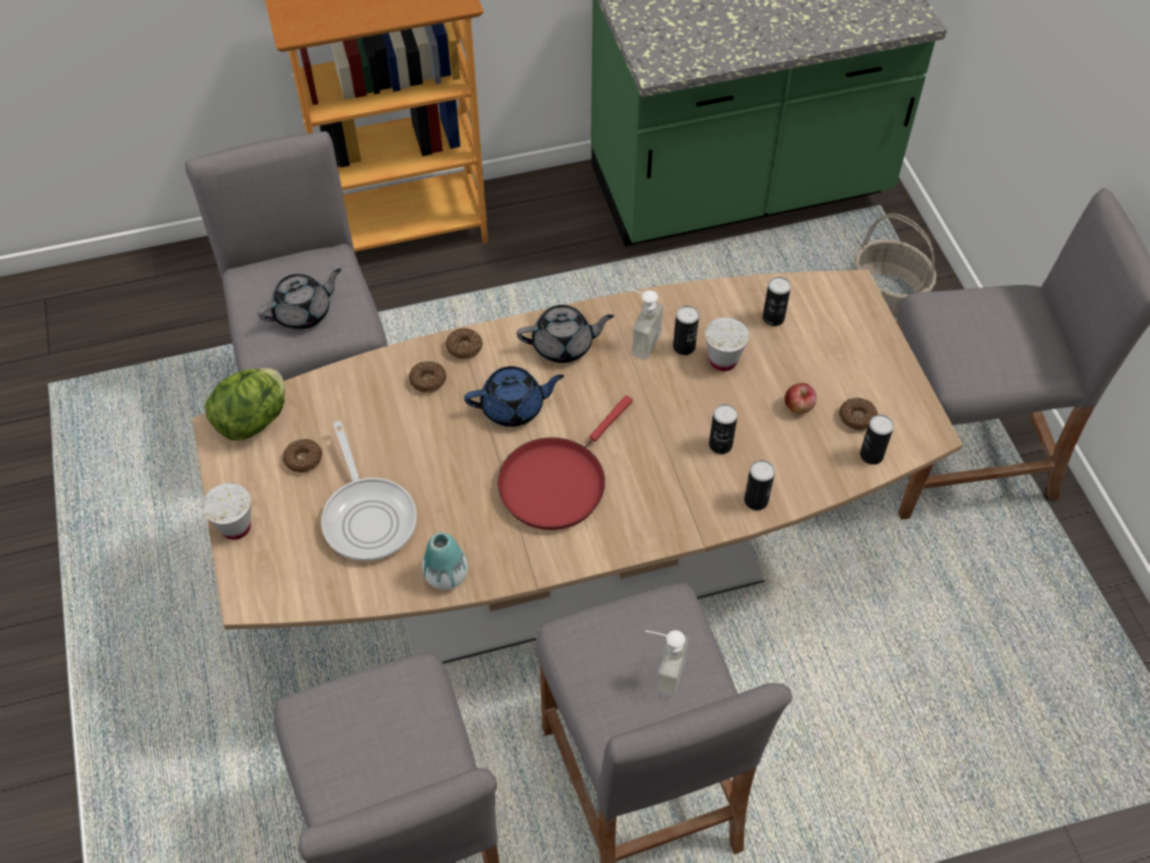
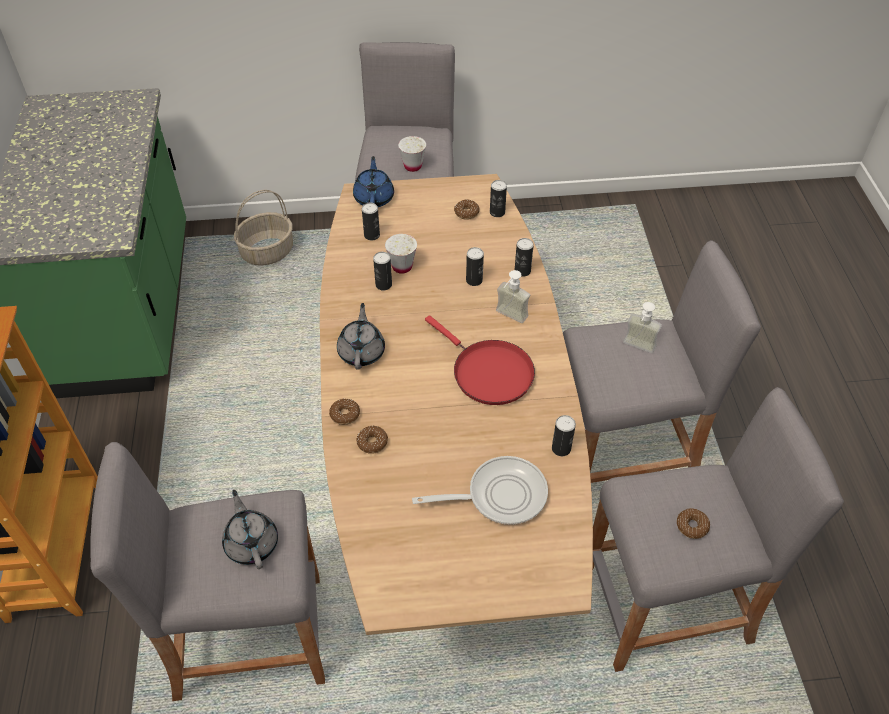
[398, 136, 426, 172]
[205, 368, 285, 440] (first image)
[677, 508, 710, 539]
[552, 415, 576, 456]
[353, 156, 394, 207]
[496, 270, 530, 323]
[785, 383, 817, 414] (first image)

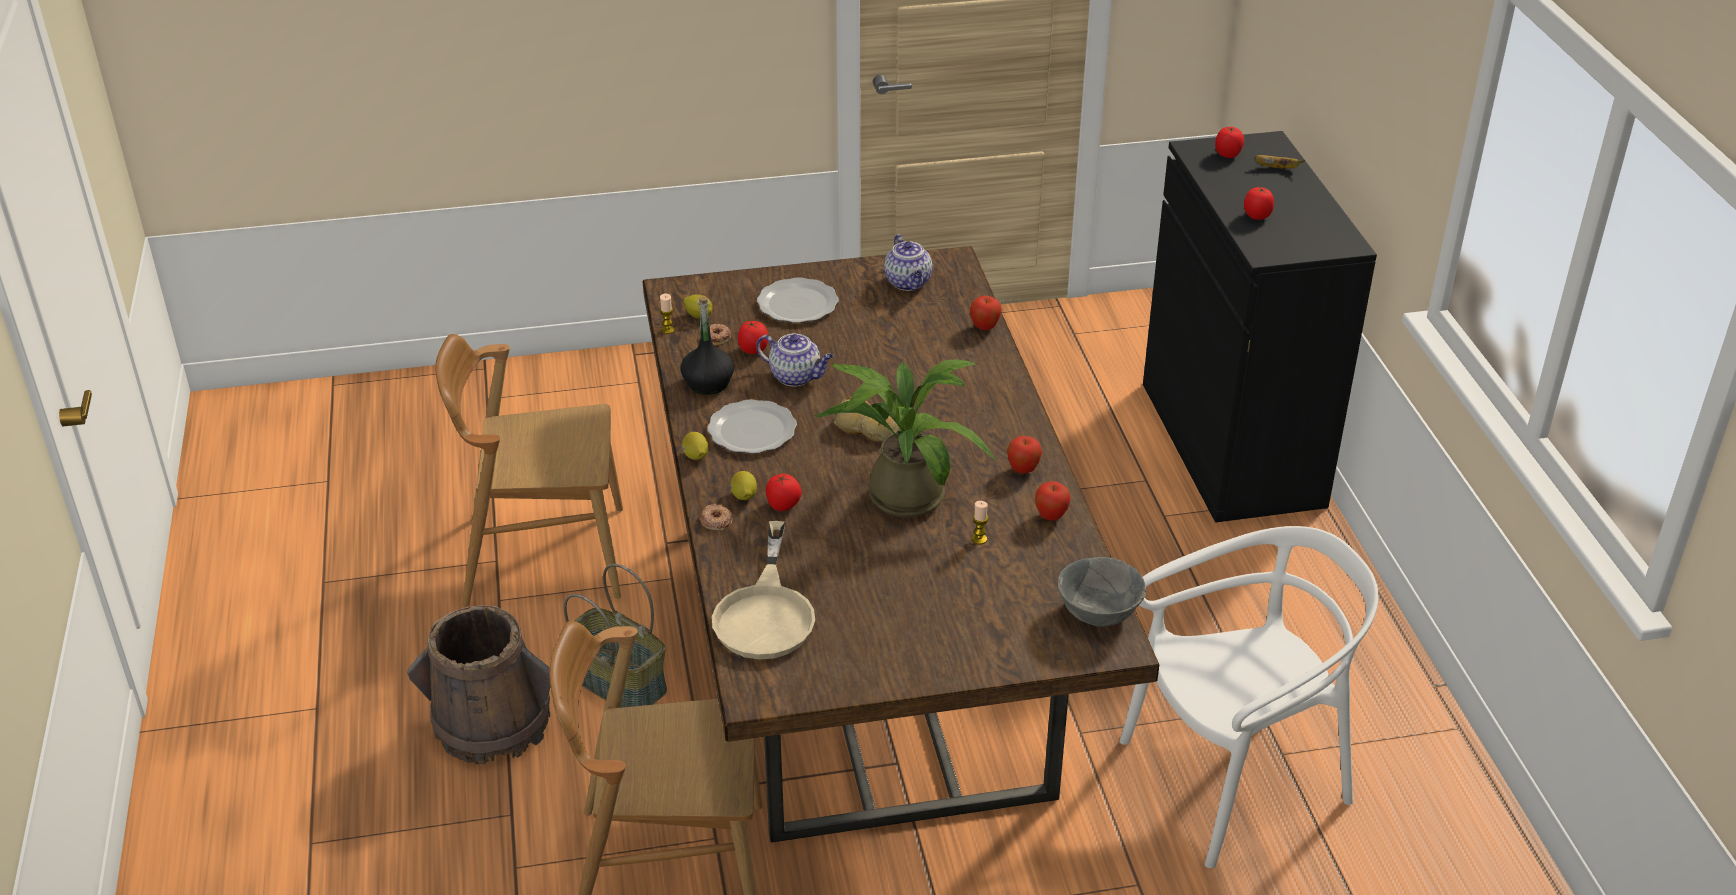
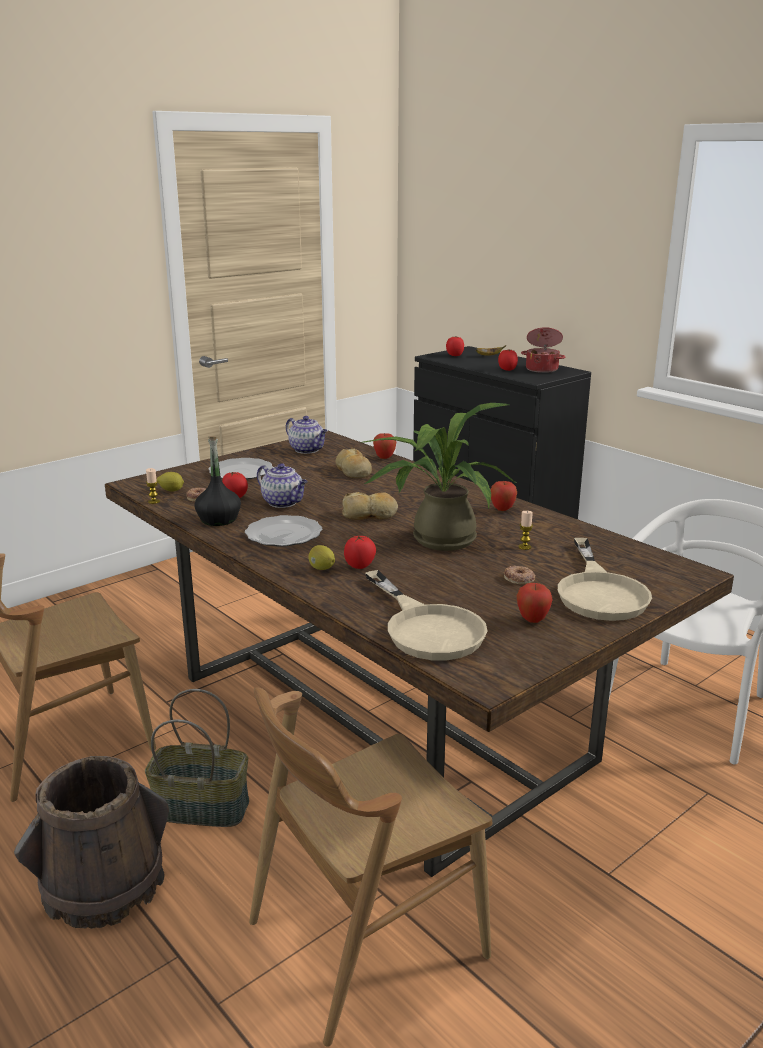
[682, 432, 709, 460] (first image)
[504, 565, 536, 584]
[257, 463, 308, 508]
[516, 583, 553, 623]
[1058, 557, 1146, 627] (first image)
[335, 448, 372, 478]
[521, 327, 565, 373]
[558, 538, 652, 621]

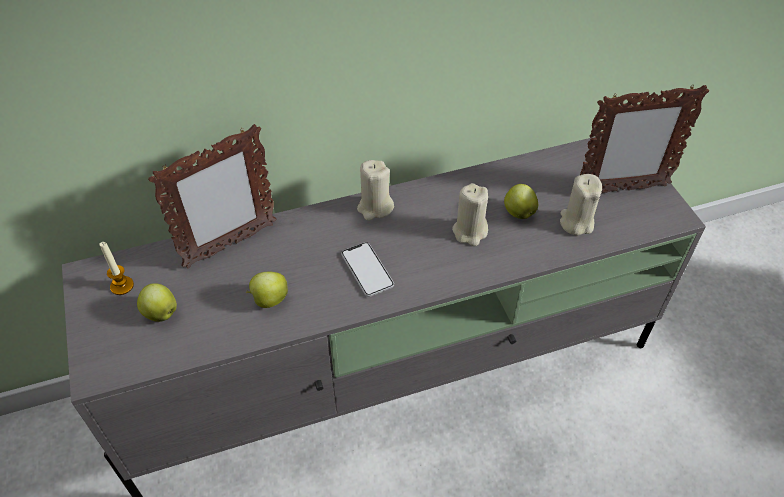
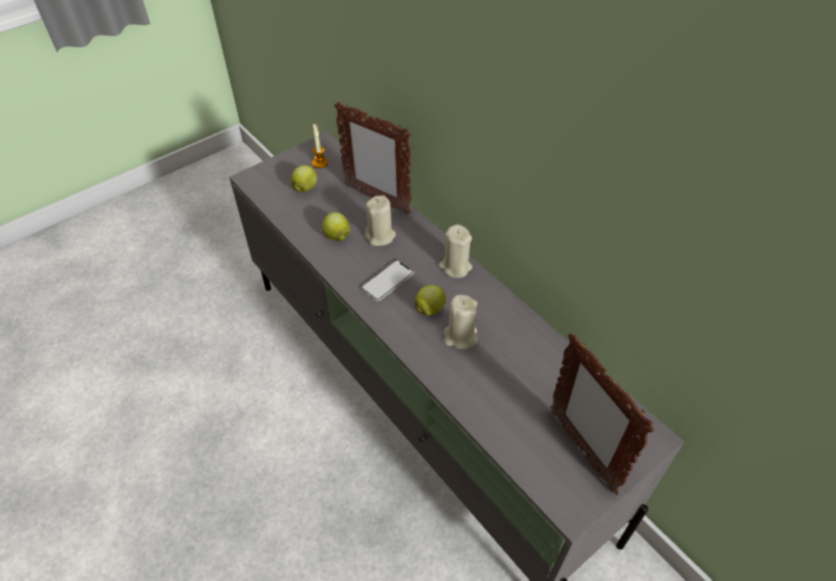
[414, 285, 446, 316]
[365, 195, 396, 246]

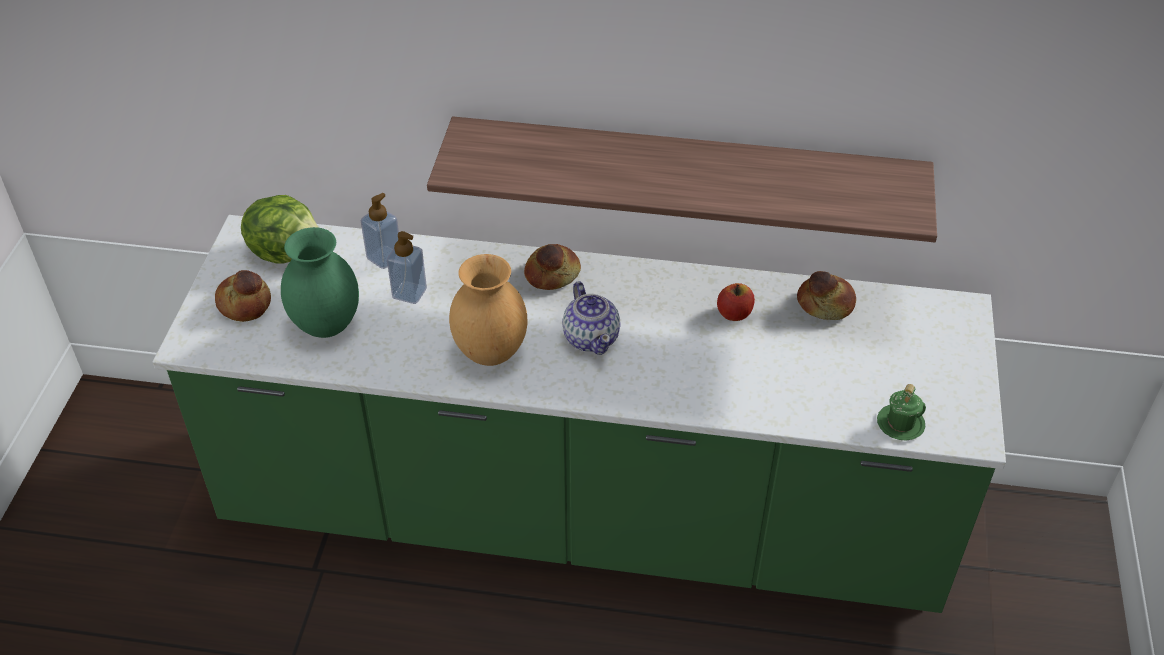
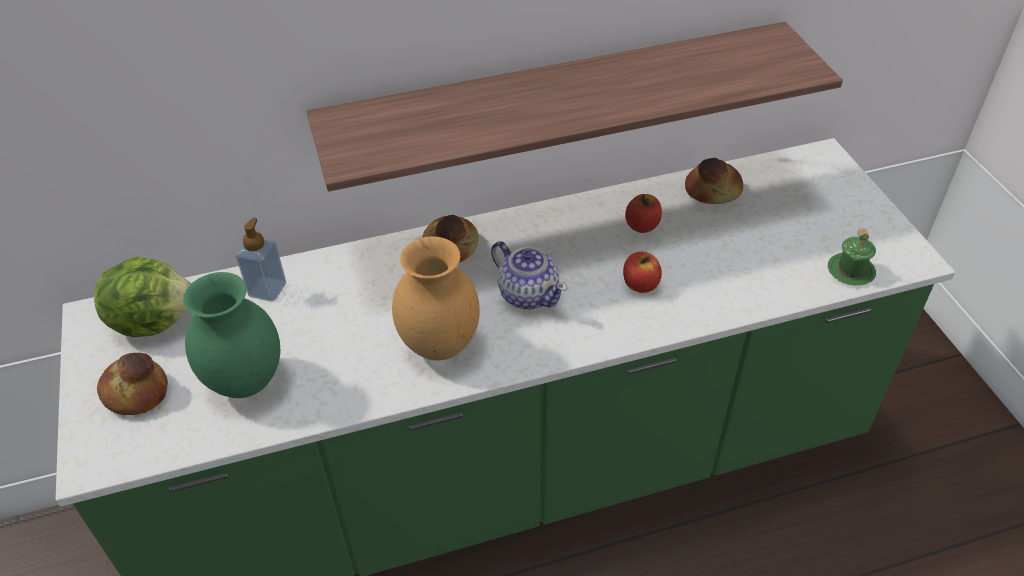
[387, 231, 427, 304] (first image)
[623, 251, 662, 293]

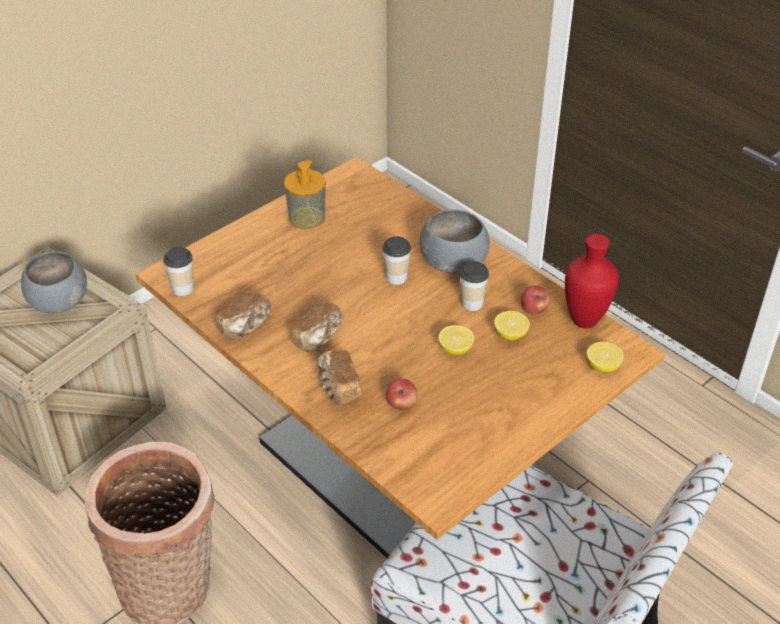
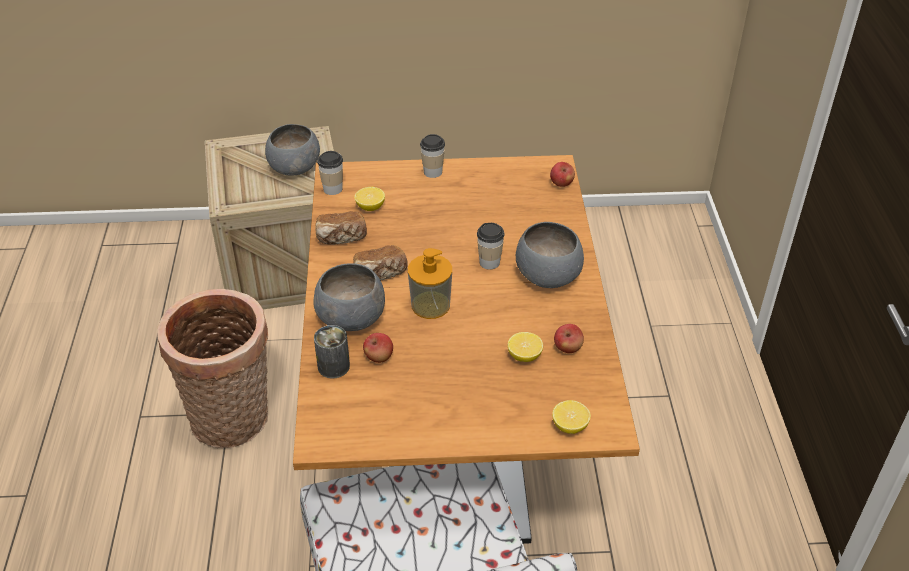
[408, 248, 452, 319]
[313, 263, 385, 331]
[354, 187, 385, 211]
[420, 134, 445, 178]
[565, 234, 619, 329] (first image)
[314, 325, 350, 379]
[550, 162, 575, 187]

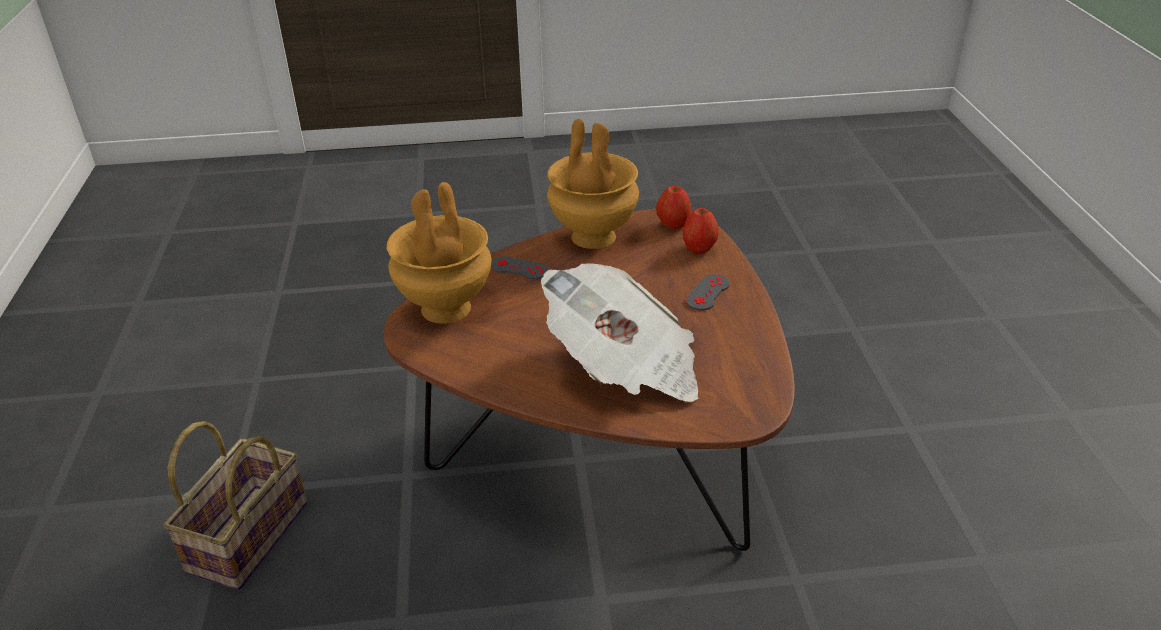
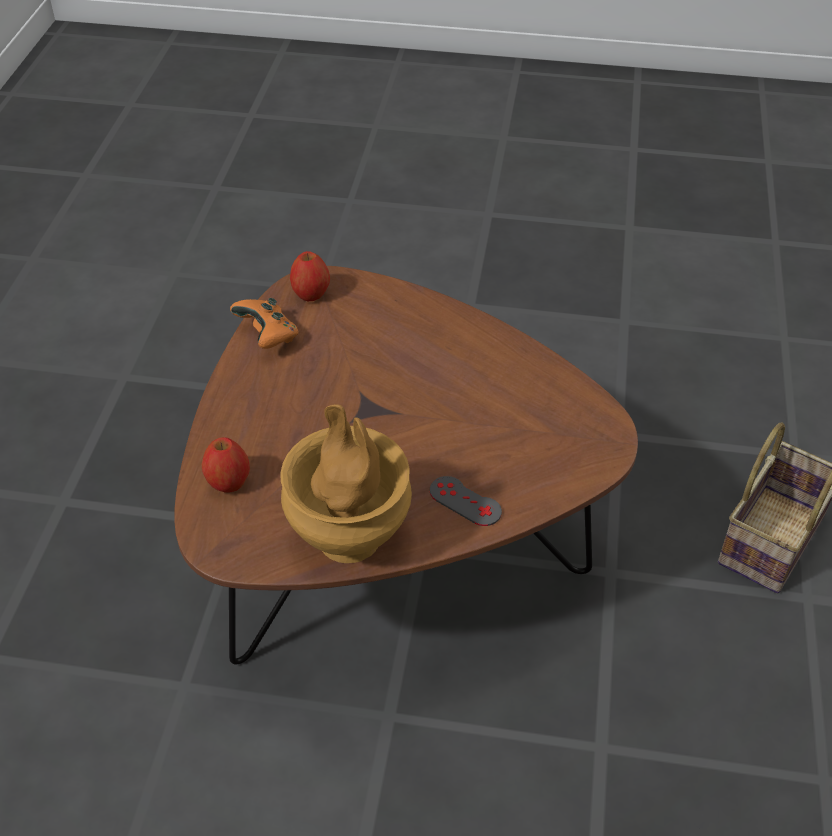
[387, 182, 492, 324] (first image)
[541, 263, 699, 402] (first image)
[290, 251, 330, 301]
[686, 274, 730, 311] (first image)
[230, 298, 299, 349]

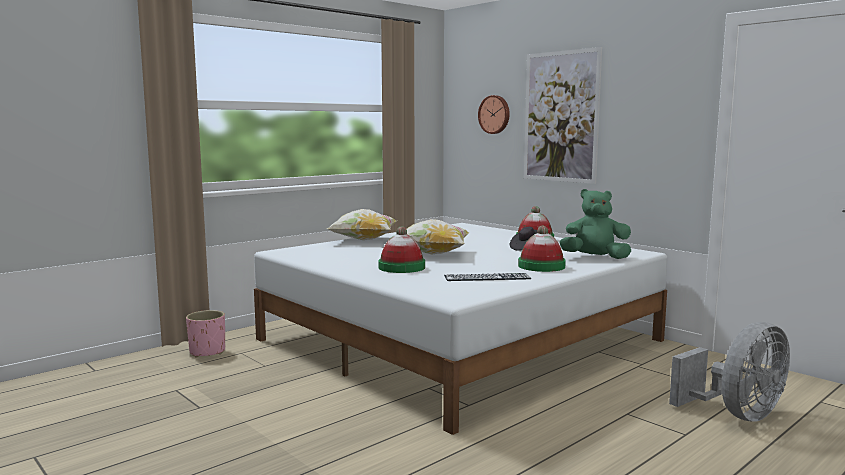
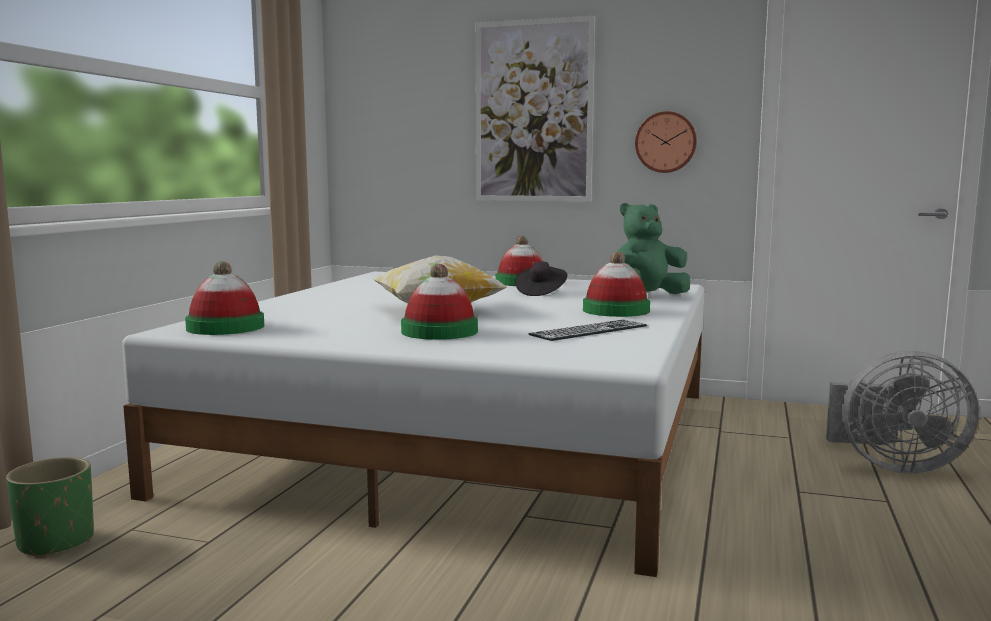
[6, 457, 94, 558]
[327, 209, 396, 240] (first image)
[635, 111, 697, 173]
[826, 350, 979, 474]
[185, 261, 264, 335]

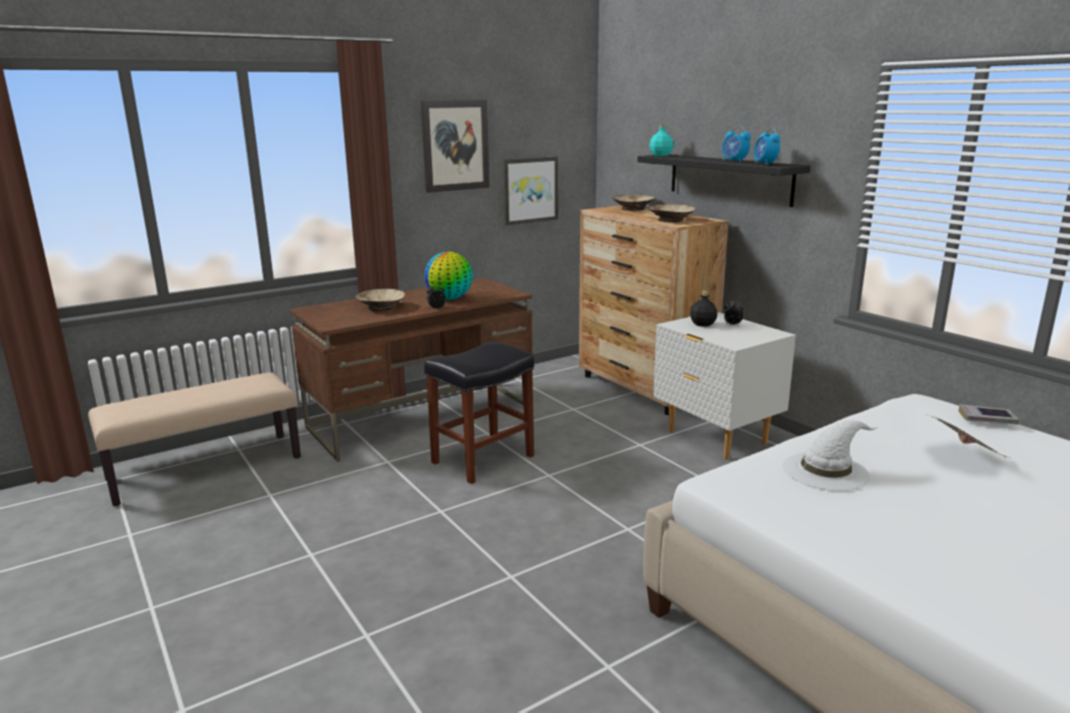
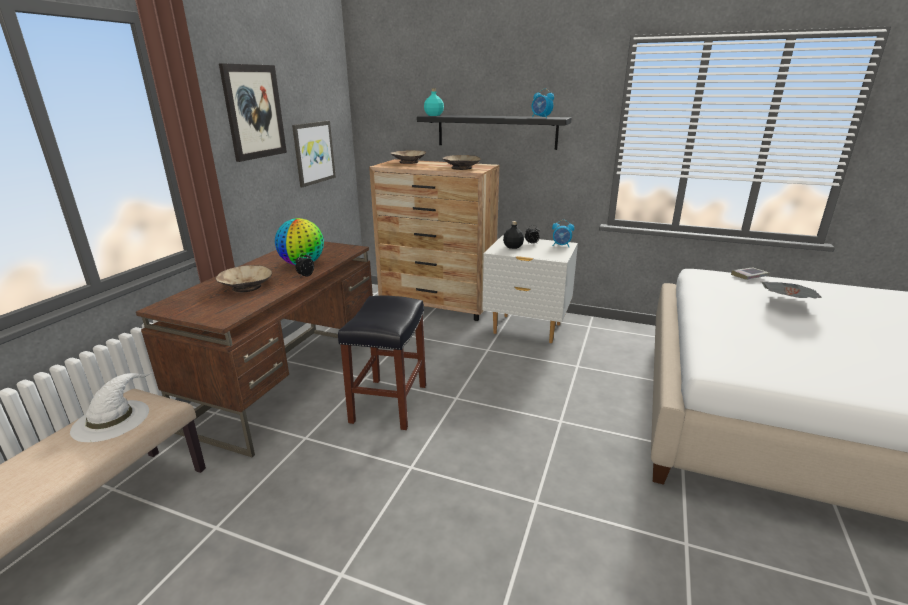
[552, 220, 574, 247]
[70, 372, 152, 442]

